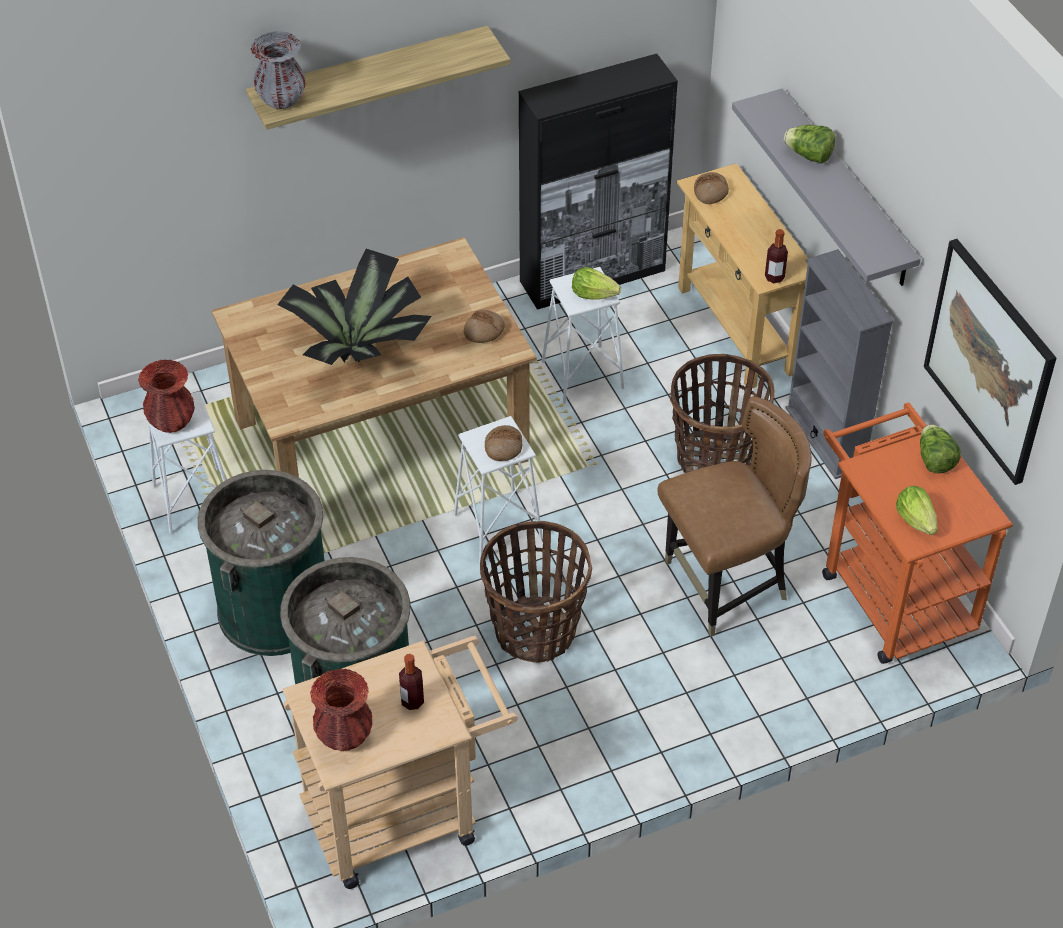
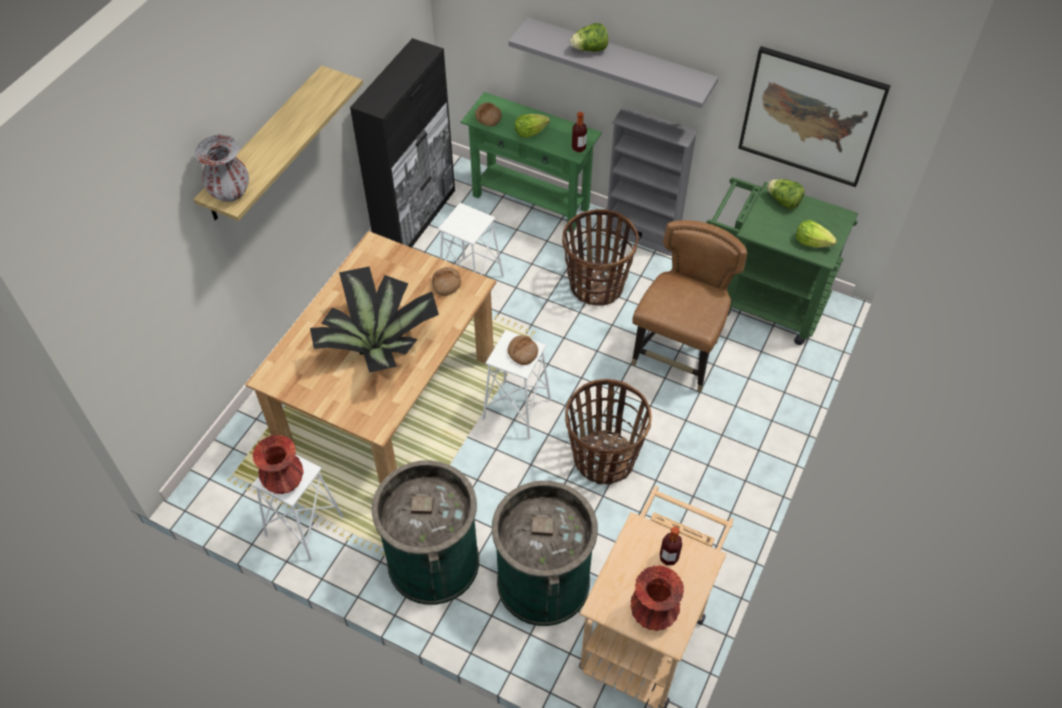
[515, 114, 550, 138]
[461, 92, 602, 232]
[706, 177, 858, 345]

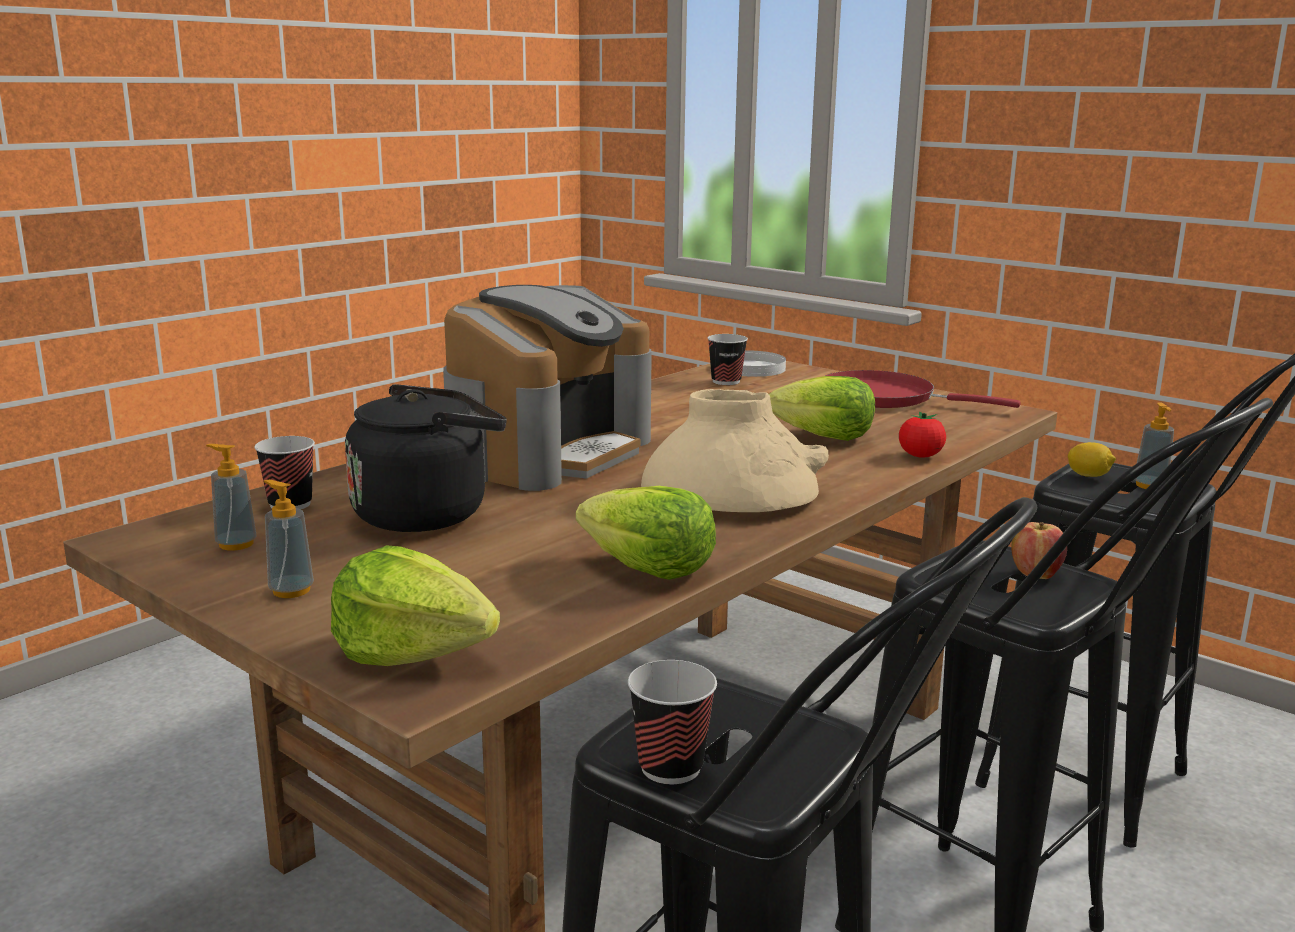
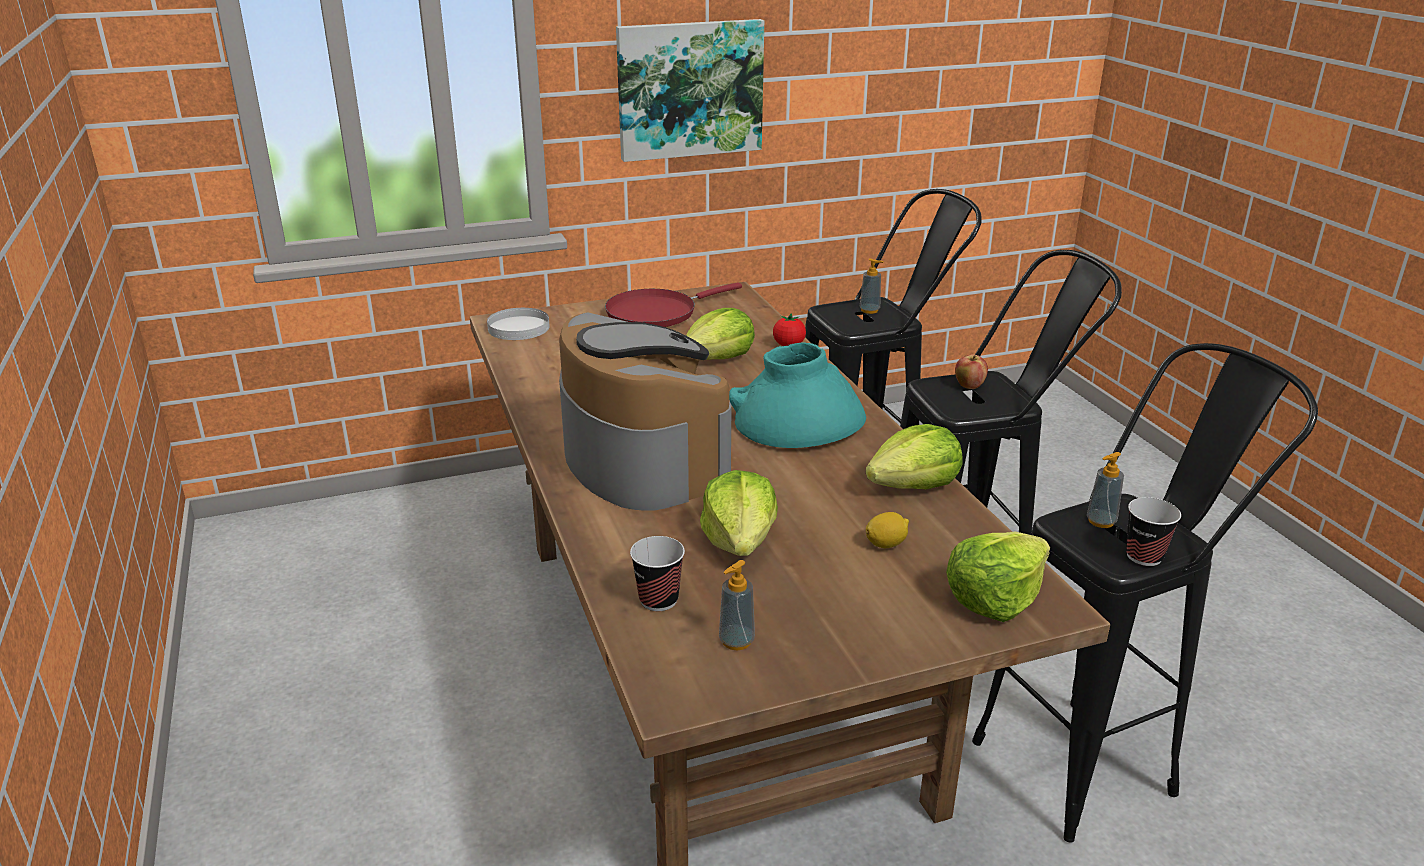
[1087, 452, 1124, 528]
[700, 470, 778, 556]
[729, 343, 866, 448]
[708, 334, 748, 385] (first image)
[866, 512, 909, 548]
[616, 19, 764, 162]

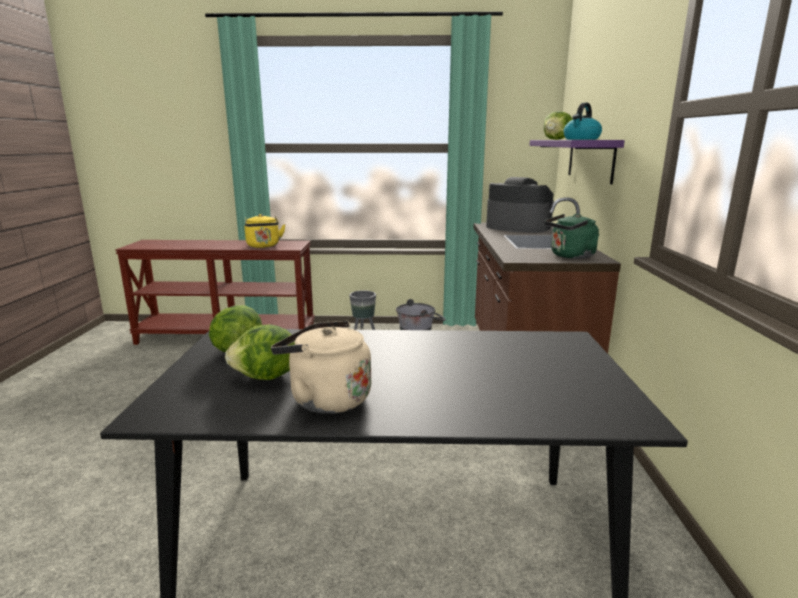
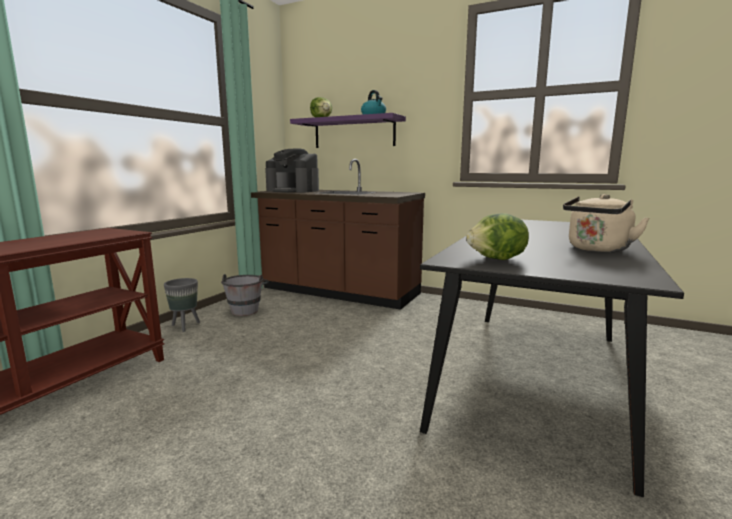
[225, 324, 295, 380] (first image)
[245, 214, 286, 248] (first image)
[265, 148, 319, 193]
[545, 214, 599, 259] (first image)

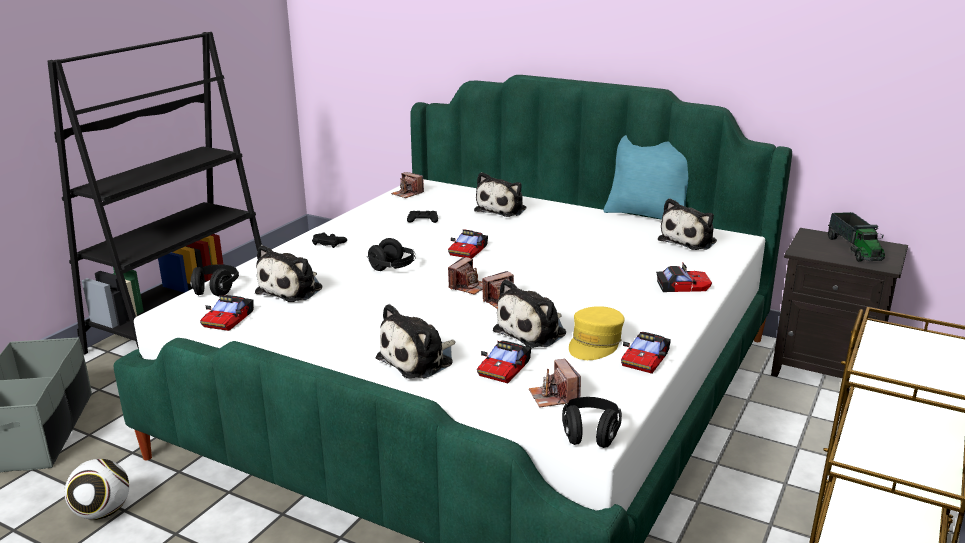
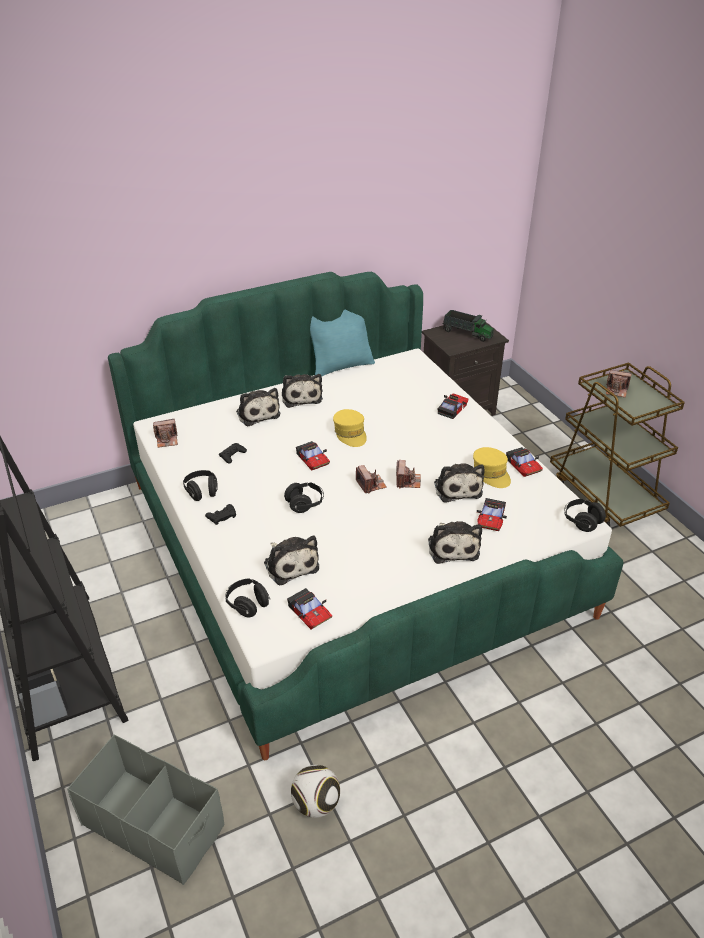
[477, 498, 507, 531]
[606, 370, 631, 398]
[282, 374, 323, 408]
[183, 470, 218, 501]
[333, 409, 367, 447]

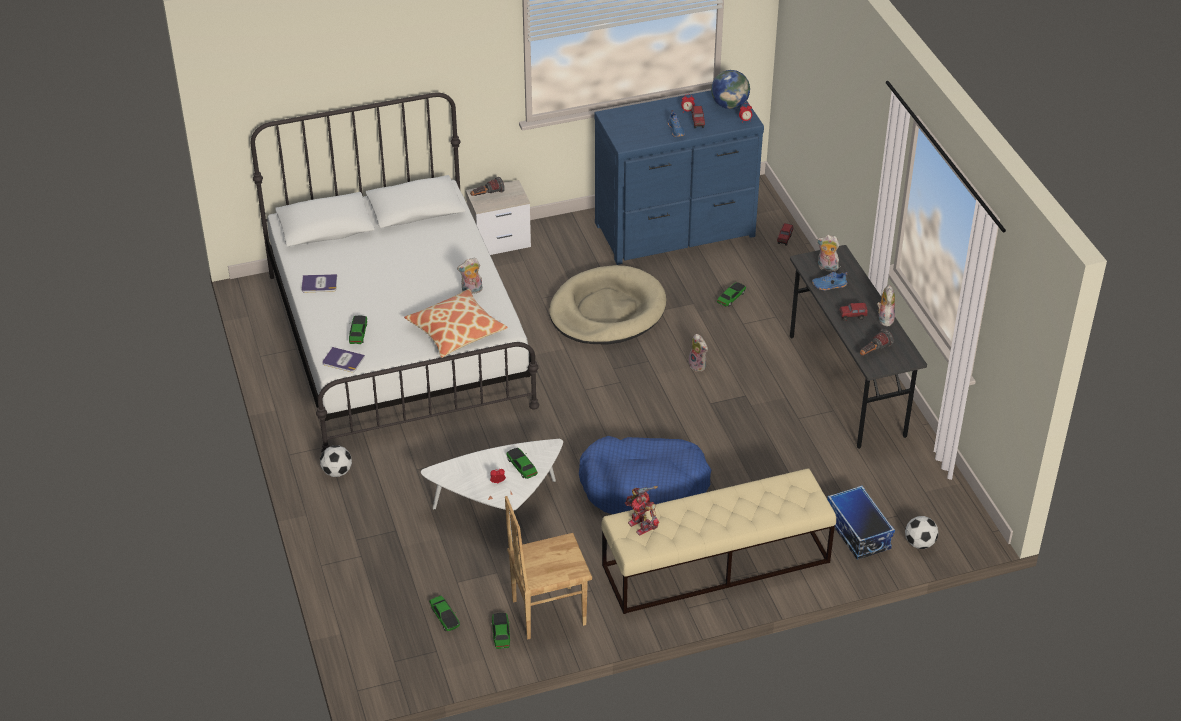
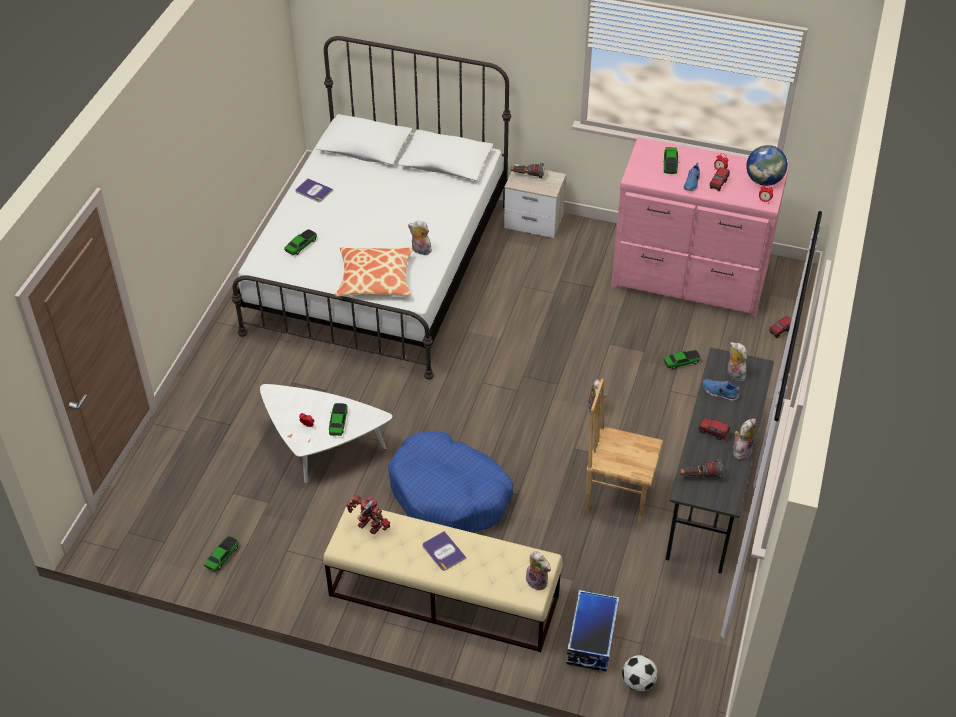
[320, 445, 352, 477] (first image)
[423, 531, 466, 571]
[663, 147, 679, 174]
[585, 379, 663, 523]
[549, 265, 666, 345] (first image)
[611, 137, 789, 317]
[346, 495, 390, 534]
[526, 551, 551, 591]

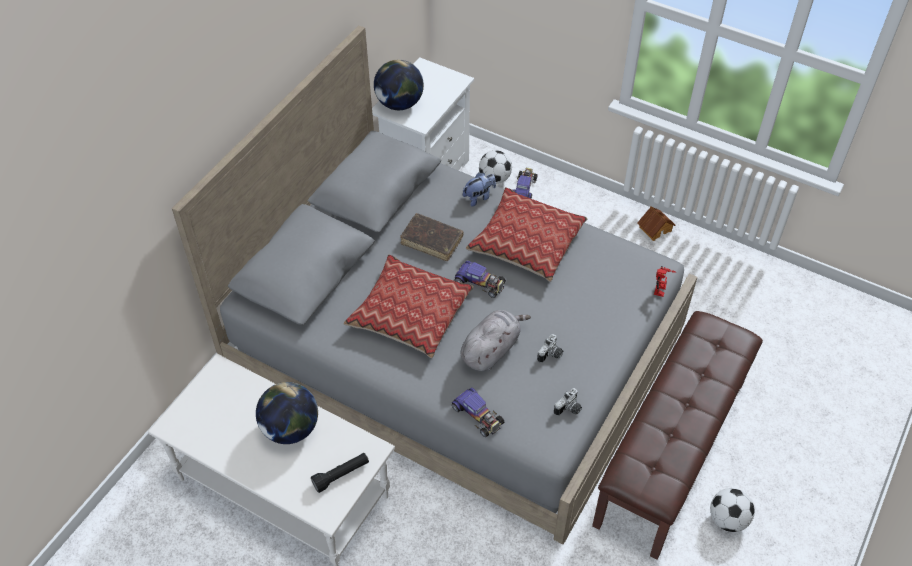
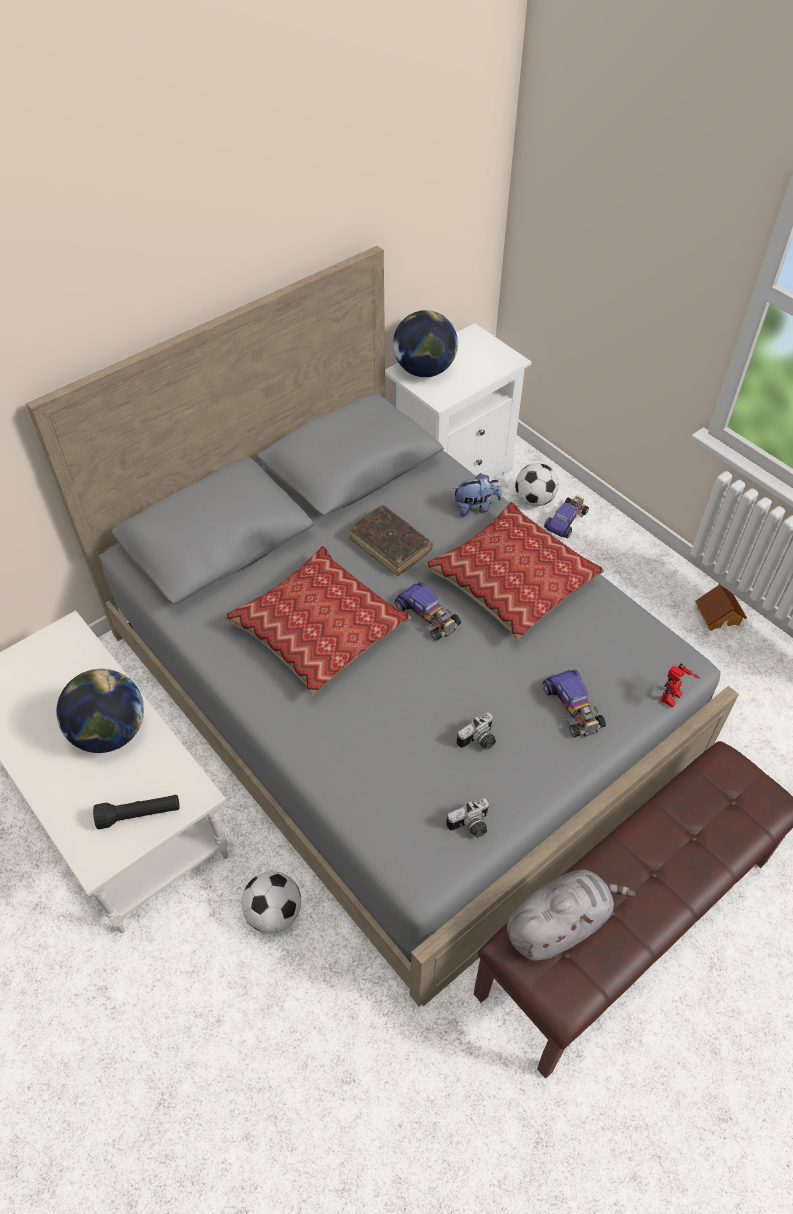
[543, 670, 606, 738]
[507, 869, 636, 961]
[241, 871, 301, 933]

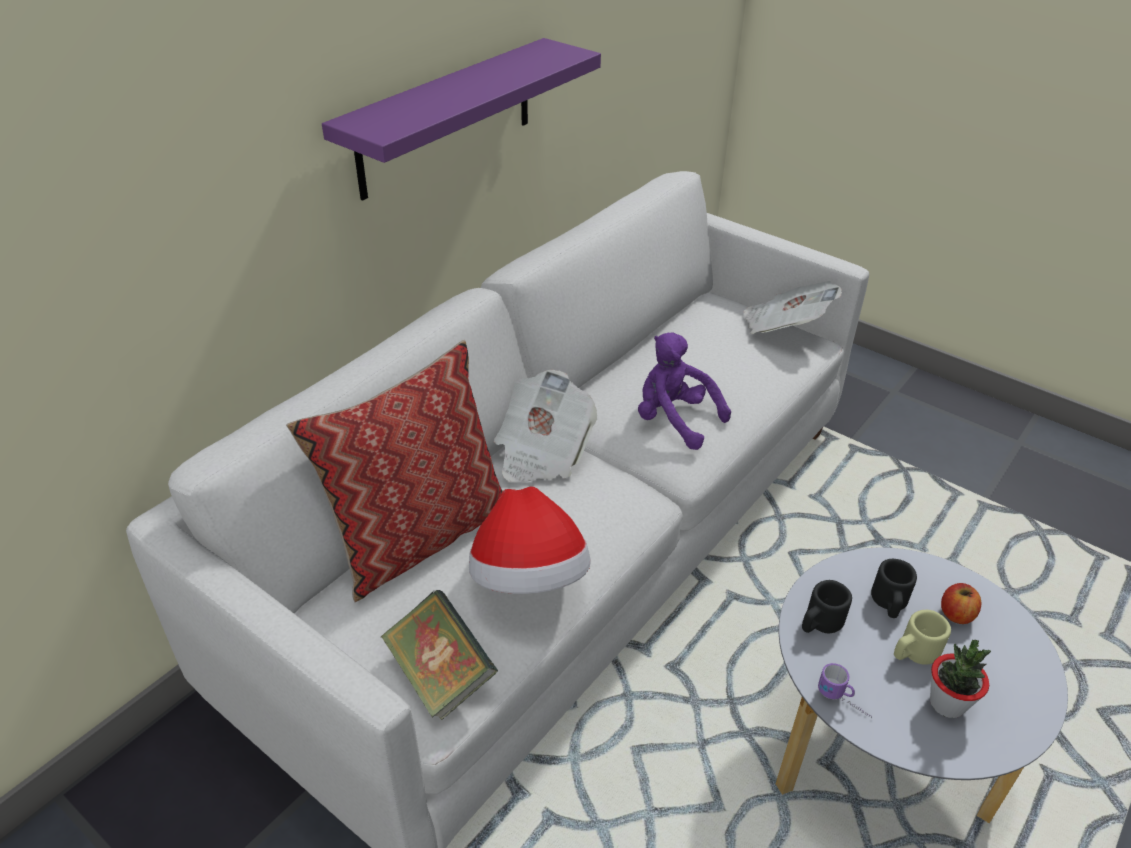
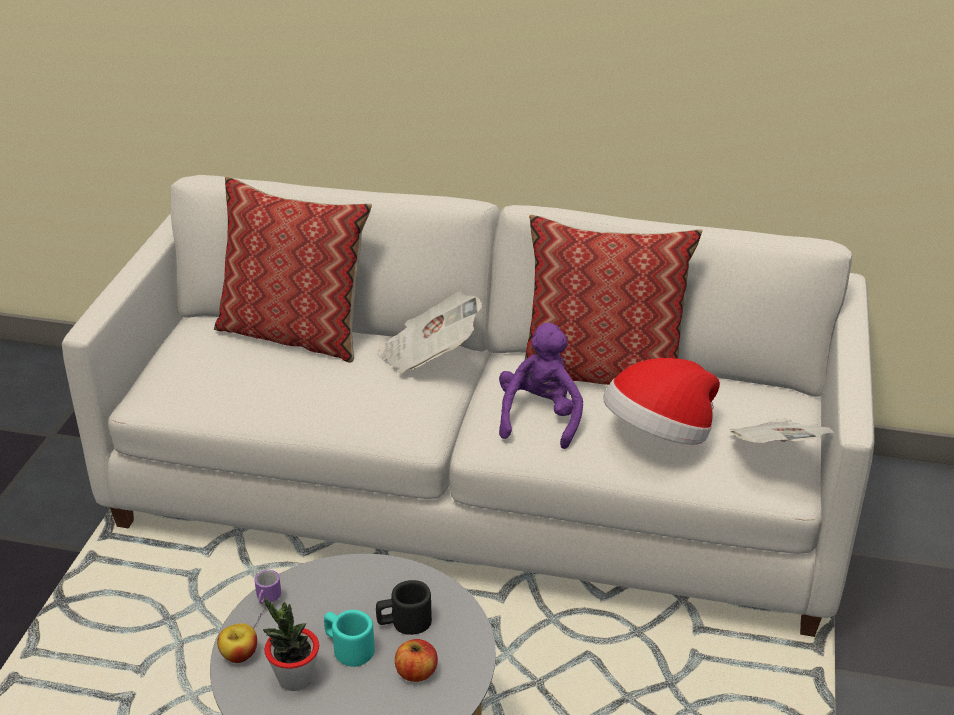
[322, 38, 601, 201] (first image)
[381, 590, 498, 720] (first image)
[603, 358, 720, 445]
[802, 580, 852, 633] (first image)
[324, 610, 375, 667]
[217, 623, 257, 663]
[525, 215, 703, 385]

